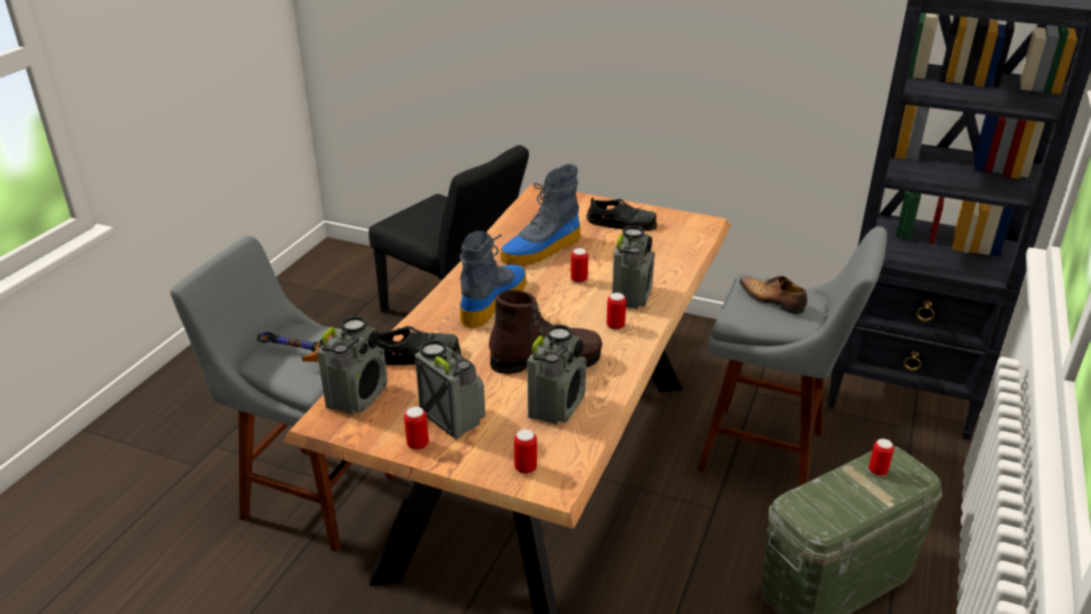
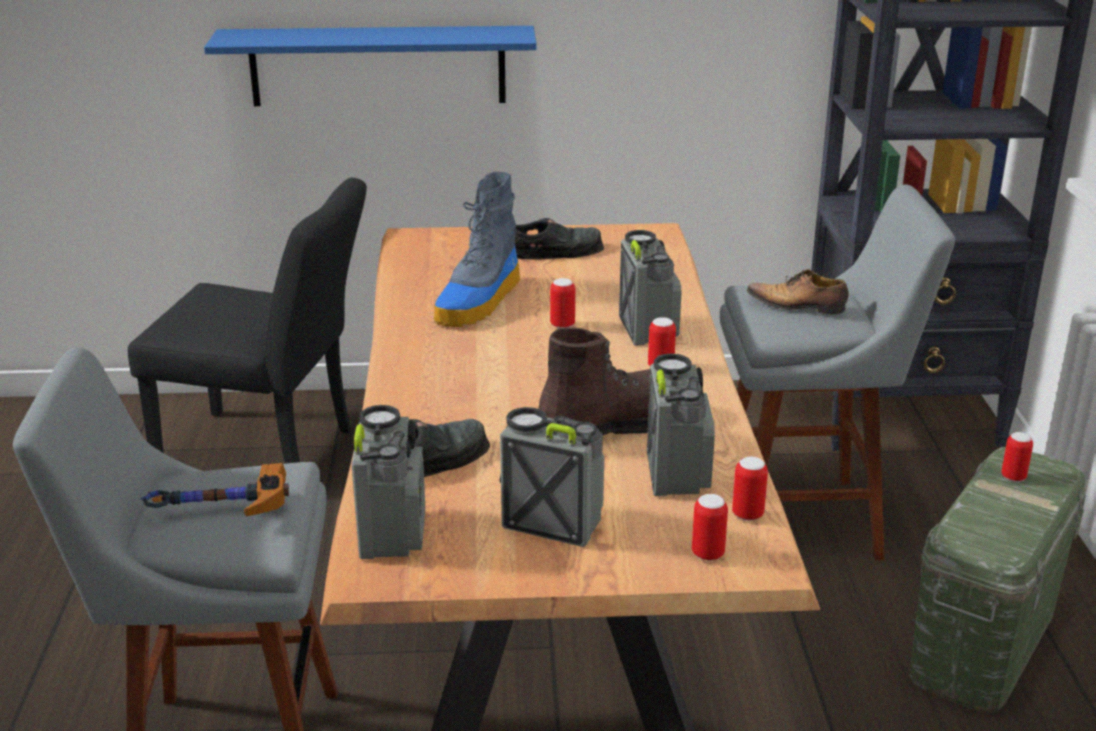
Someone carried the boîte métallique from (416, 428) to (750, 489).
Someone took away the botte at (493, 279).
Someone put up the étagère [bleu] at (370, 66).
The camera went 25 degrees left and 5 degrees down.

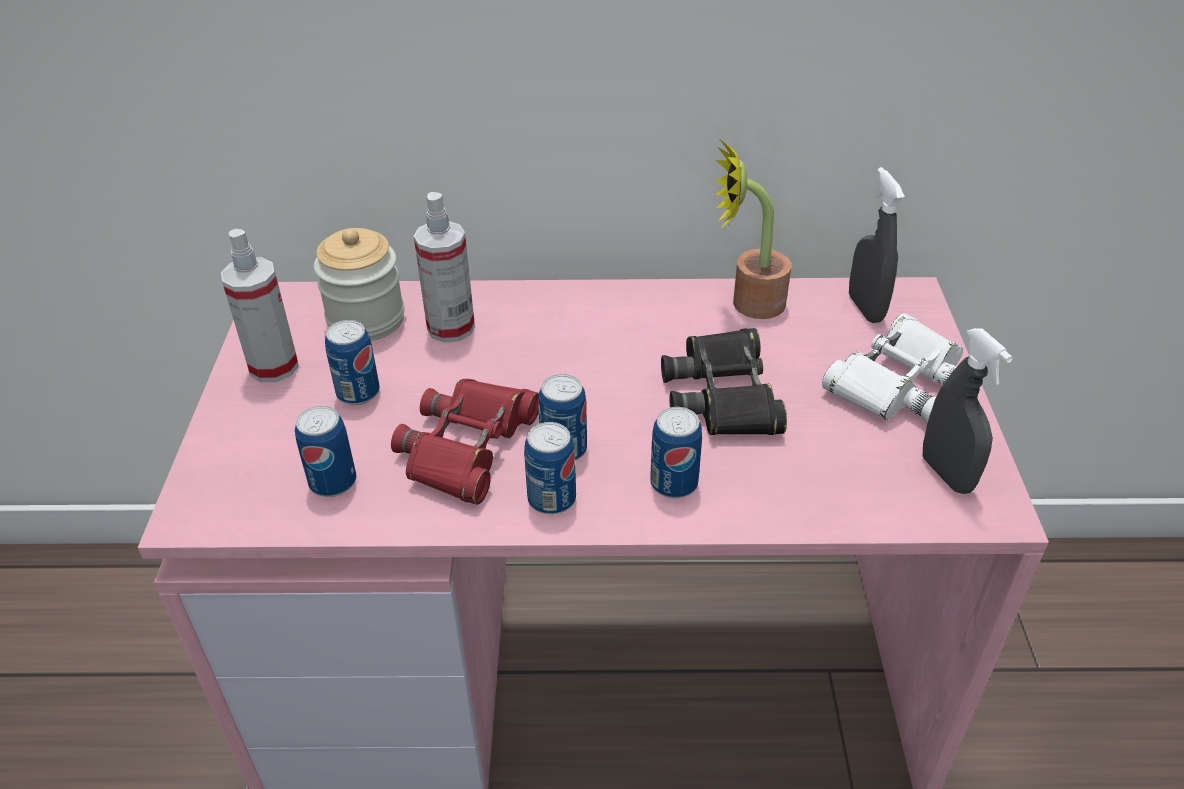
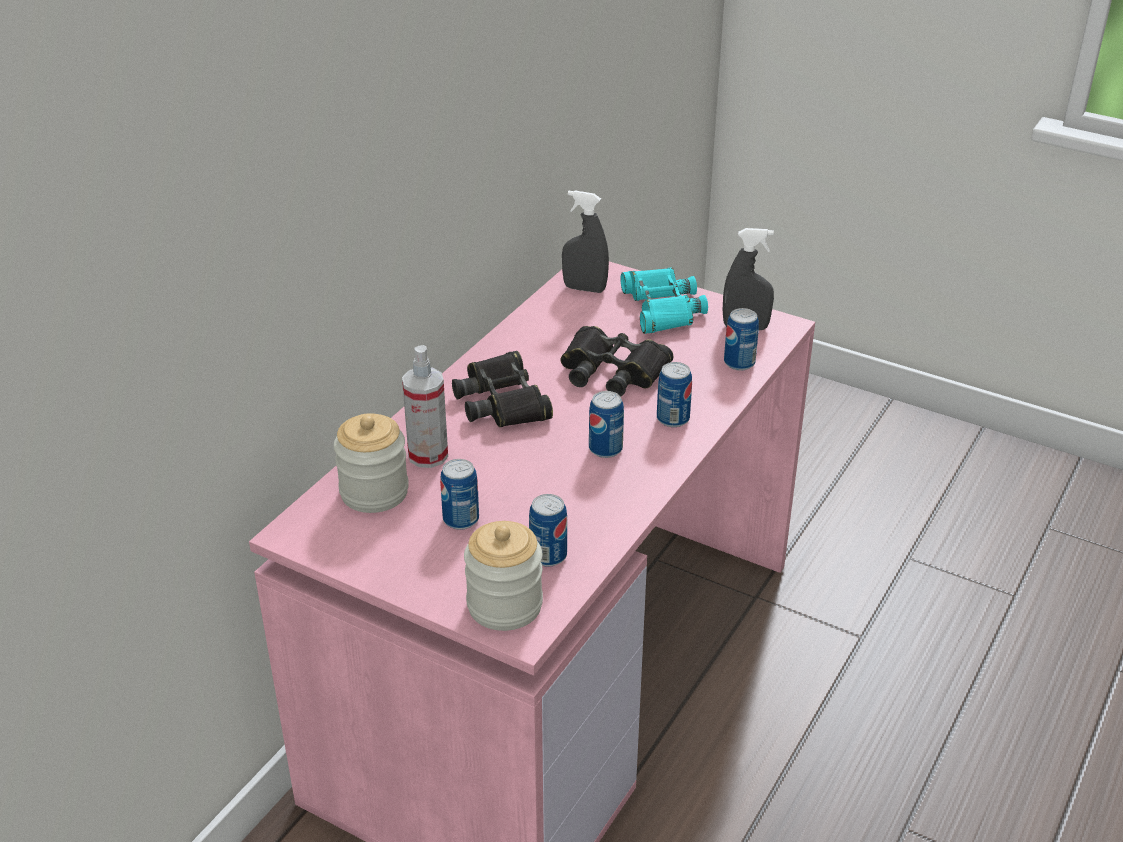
Someone took away the vaporisateur at (260, 305).
Someone took away the jumelles [rouge] at (465, 442).
Someone carried the boîte métallique from (550, 468) to (741, 339).
Someone took away the plante en pot at (753, 229).
Someone repainted the jumelles [blanc] at (892, 368), which became the jumelles [turquoise] at (664, 301).
Someone put down the jumelles [noir] at (502, 389).
Someone put down the bocal at (503, 576).
The camera went 60 degrees left and 5 degrees down.

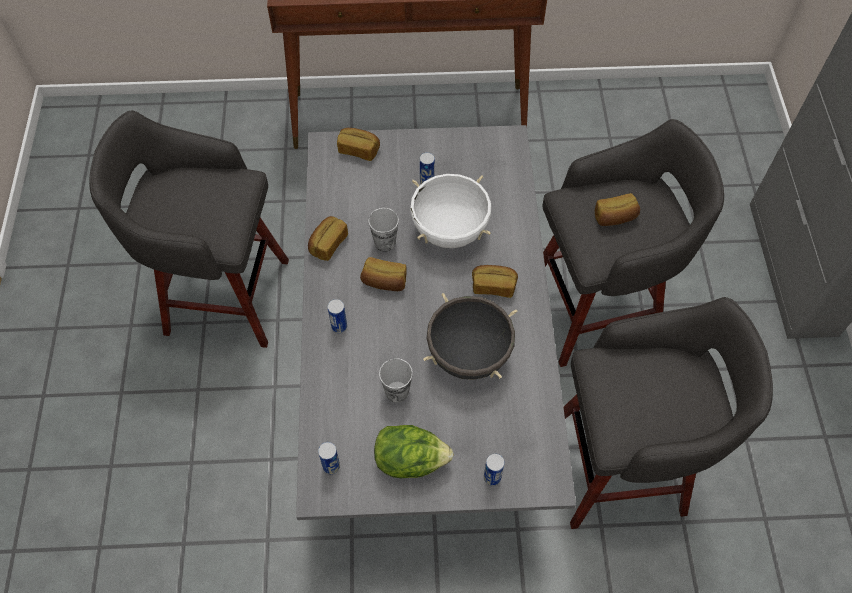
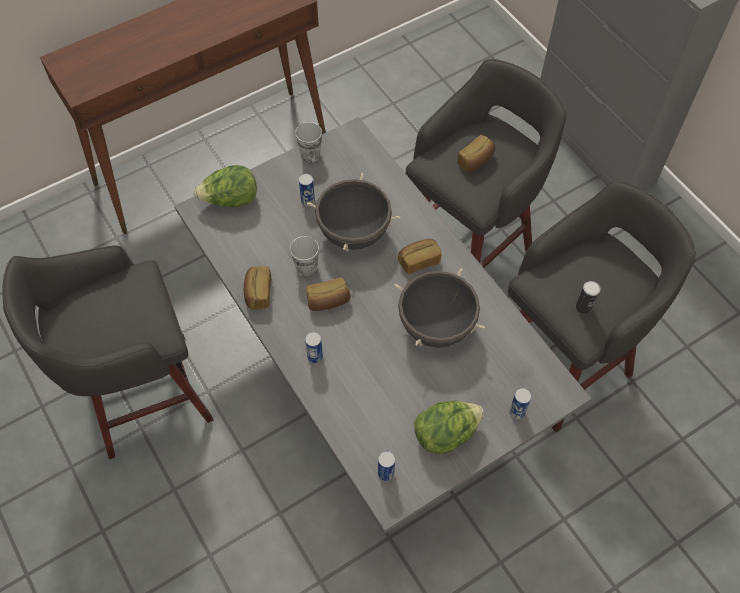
Someone swapped the pain at (358, 144) for the laitue at (225, 186).
Someone carried the tasse from (396, 380) to (308, 142).
Someone repainted the marmite [blanc] at (450, 211), which became the marmite [noir] at (353, 212).
Someone put down the boîte métallique at (588, 297).
The camera went 30 degrees left and 0 degrees up.

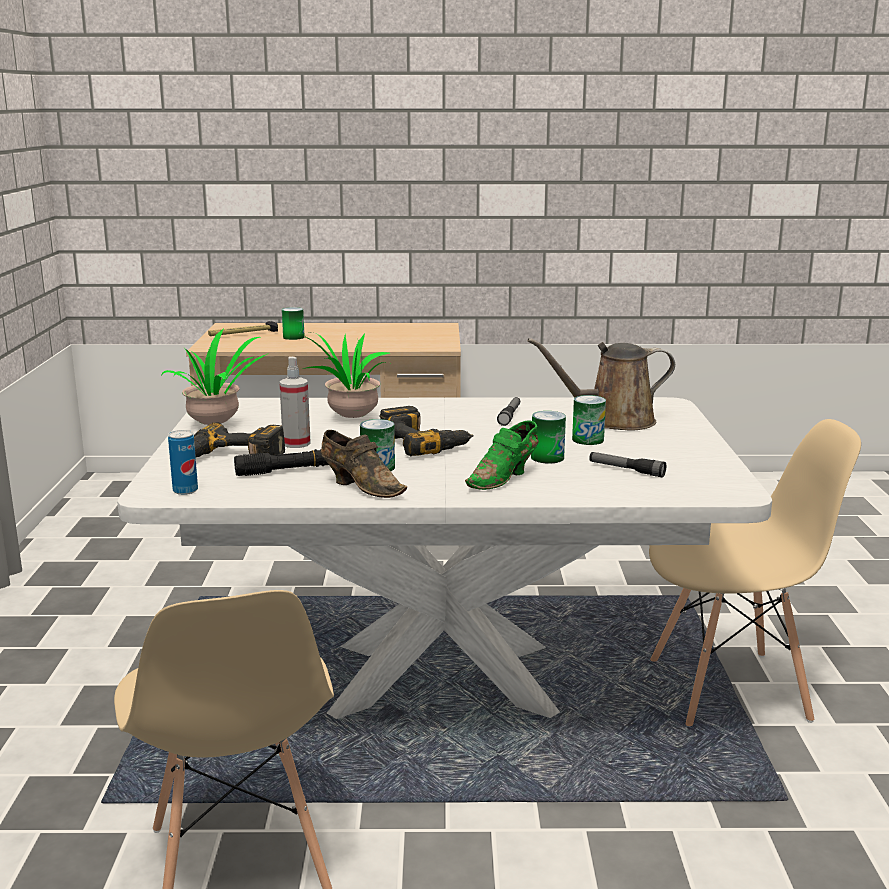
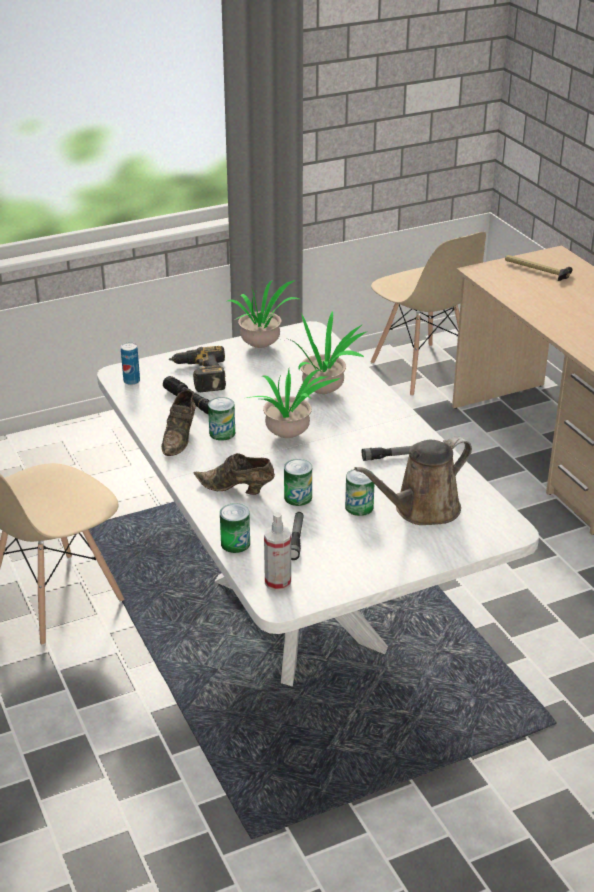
Someone carried the vaporisateur from (295, 402) to (277, 551).
Someone carried the boîte métallique from (293, 323) to (235, 528).
Someone swapped the perceuse at (426, 431) for the plante en pot at (293, 403).
Someone repainted the chaussure [vert] at (502, 455), which became the chaussure [marron] at (234, 474).
Someone rotated the arrosoir [marron] at (601, 384) by 90 degrees counterclockwise.
Someone carried the chaise [beige] from (755, 572) to (428, 314).
The camera went 65 degrees right and 15 degrees up.

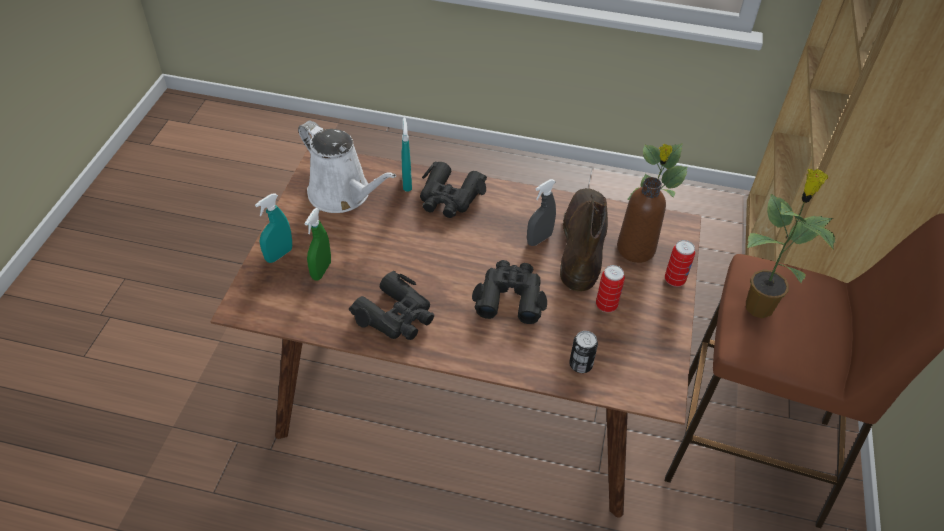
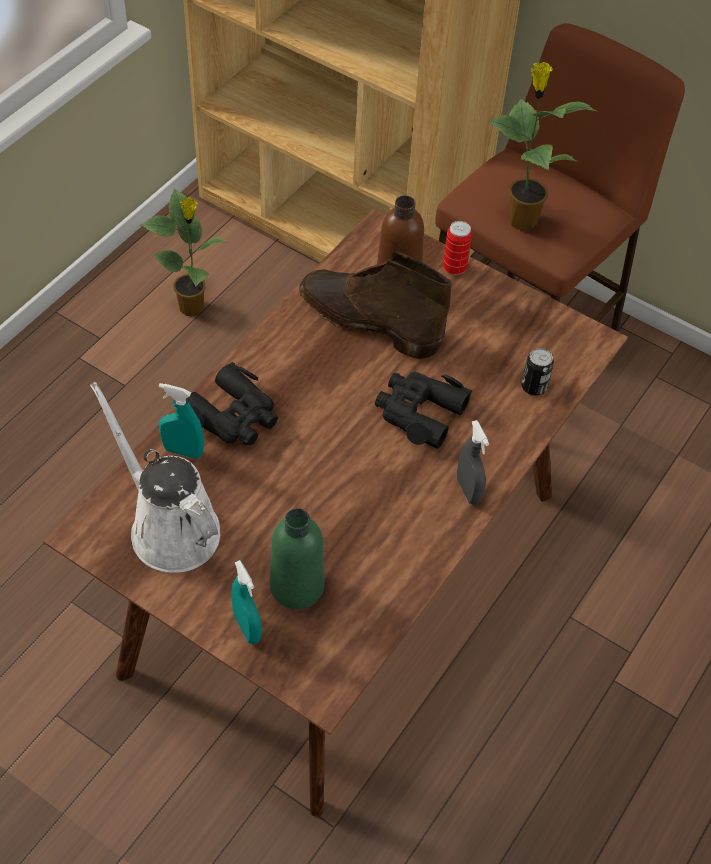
Someone rotated the arrosoir [blanc] at (347, 167) by 105 degrees counterclockwise.
Someone swapped the vaporisateur [vert] at (318, 244) for the bouteille [vert] at (297, 558).
Someone took away the jumelles [noir] at (391, 305).
Someone carried the vaporisateur [gris] from (541, 212) to (473, 462).
Someone took away the boîte métallique at (610, 289).
The camera went 70 degrees left and 5 degrees up.

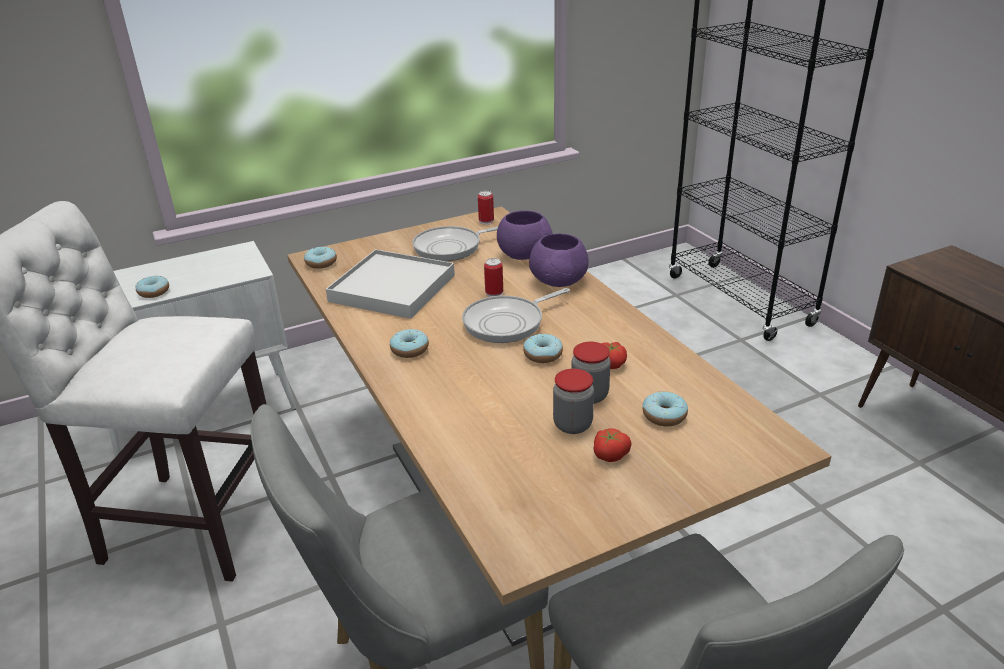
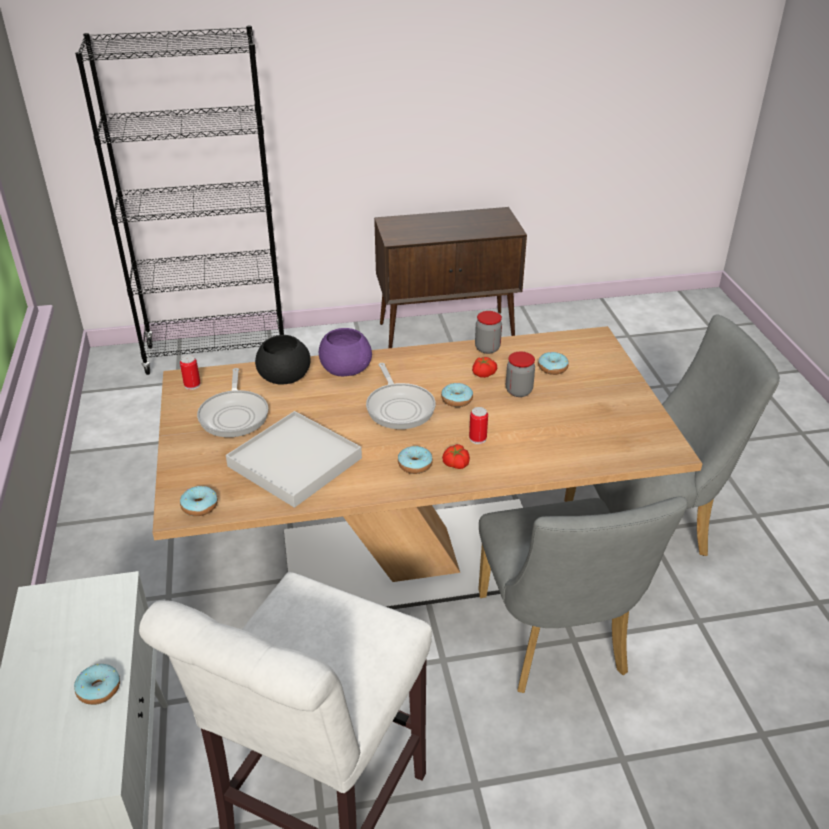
Someone carried the boîte métallique from (493, 277) to (478, 425).
Someone repainted the bol [violet] at (525, 235), which became the bol [noir] at (283, 360).
Someone carried the bocal from (573, 401) to (488, 332).
Someone carried the tomate from (613, 445) to (456, 456).
The camera went 75 degrees left and 5 degrees up.

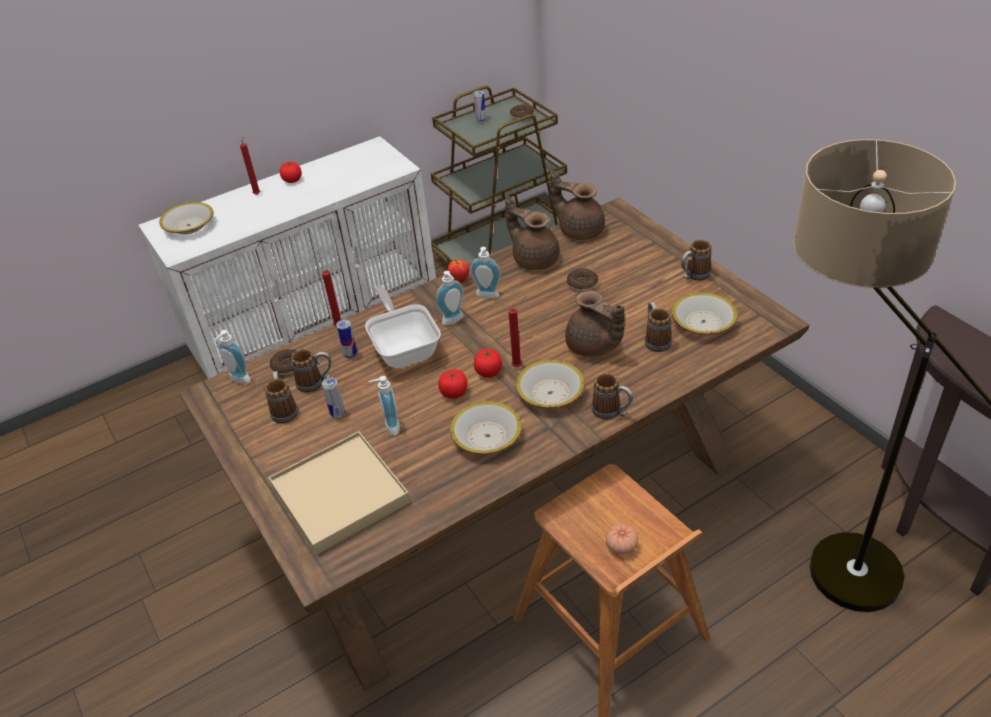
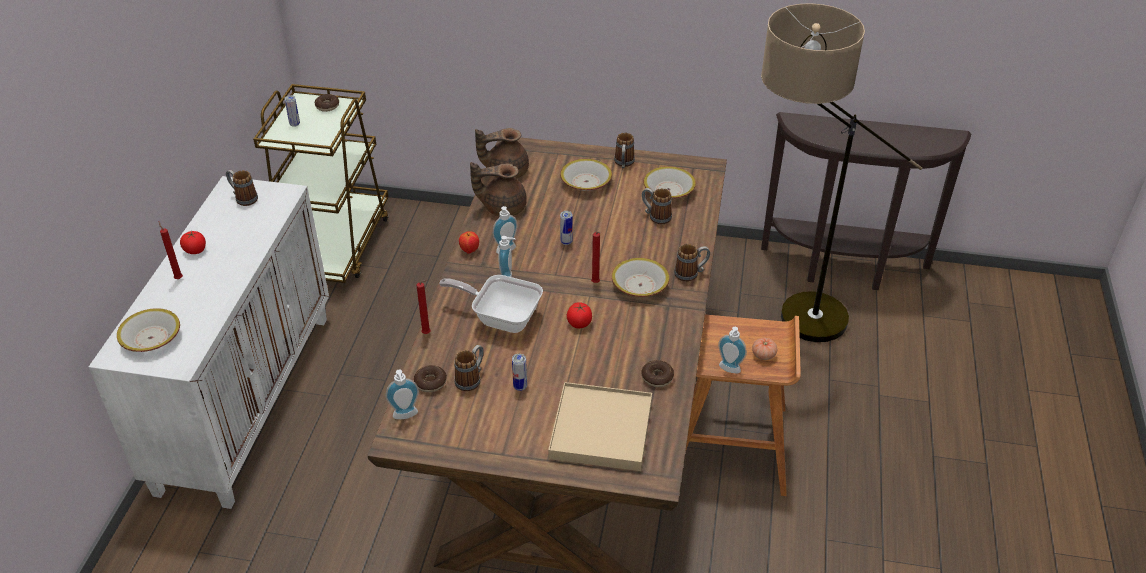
Someone carried the mug from (281, 397) to (242, 188).
Someone carried the boîte métallique from (347, 339) to (566, 228).
Someone carried the distributeur de savon from (384, 406) to (732, 350).
Someone carried the bol from (486, 428) to (586, 175).
Someone took away the tomate at (488, 363).
Someone took away the théière [marron] at (595, 324).
Someone carried the beignet from (582, 280) to (657, 373).
The camera went 50 degrees left and 0 degrees up.

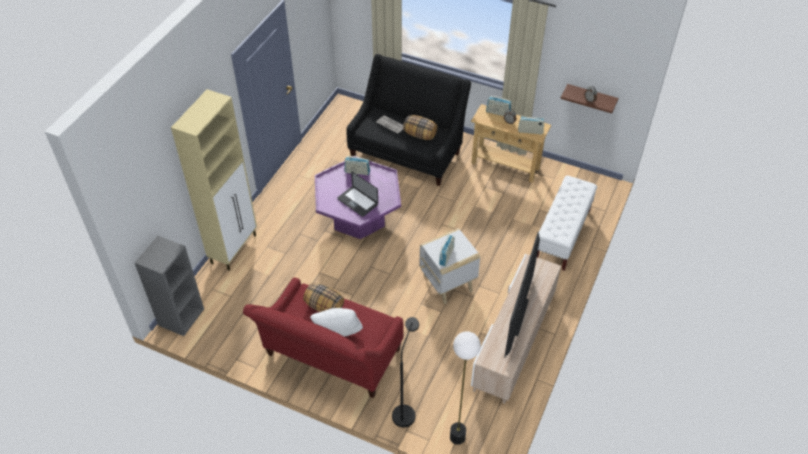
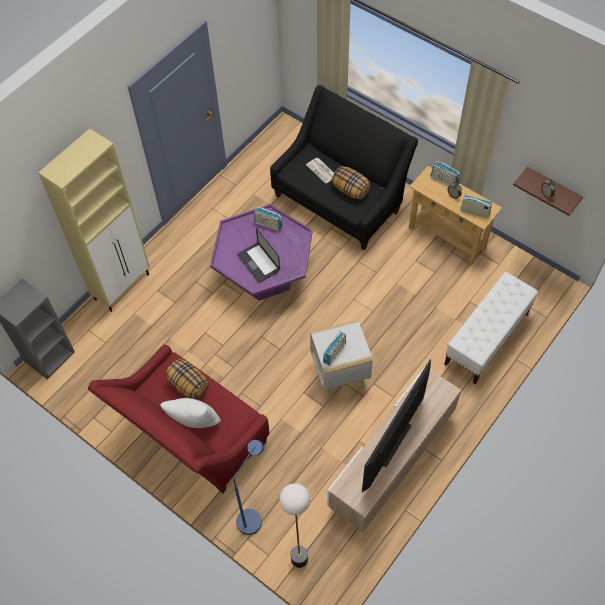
Someone repainted the lampadaire [noir] at (405, 372), which became the lampadaire [bleu] at (249, 487).
The camera went 15 degrees right and 10 degrees up.

